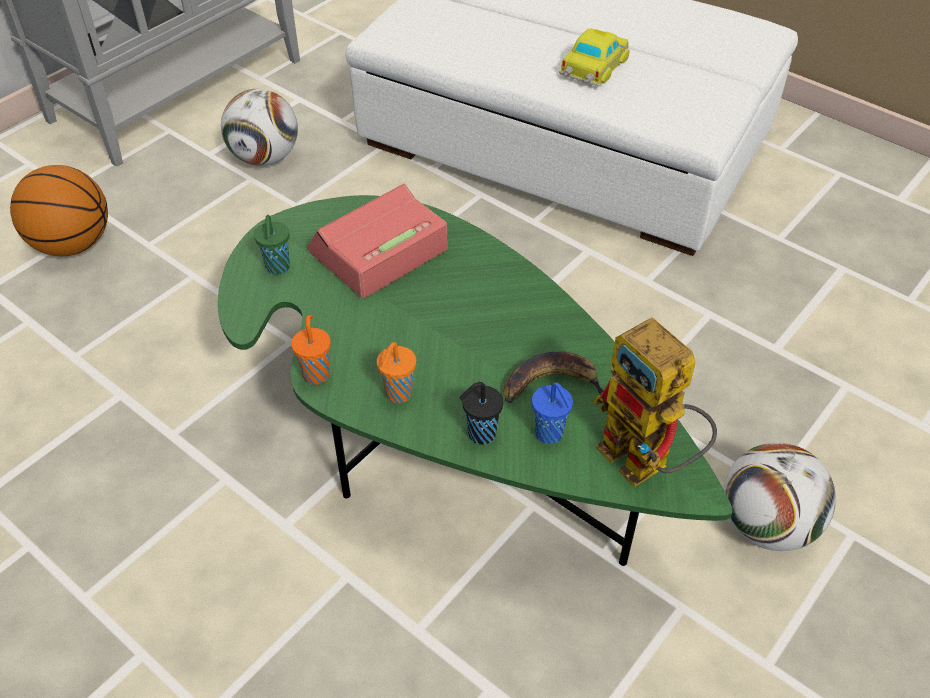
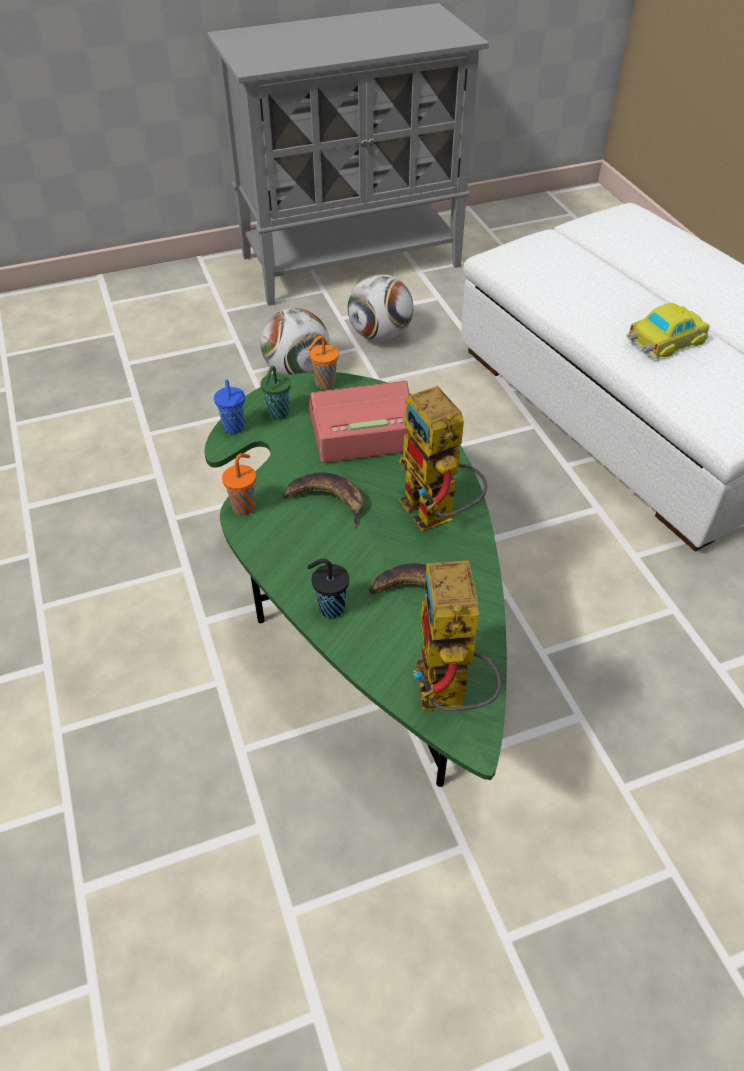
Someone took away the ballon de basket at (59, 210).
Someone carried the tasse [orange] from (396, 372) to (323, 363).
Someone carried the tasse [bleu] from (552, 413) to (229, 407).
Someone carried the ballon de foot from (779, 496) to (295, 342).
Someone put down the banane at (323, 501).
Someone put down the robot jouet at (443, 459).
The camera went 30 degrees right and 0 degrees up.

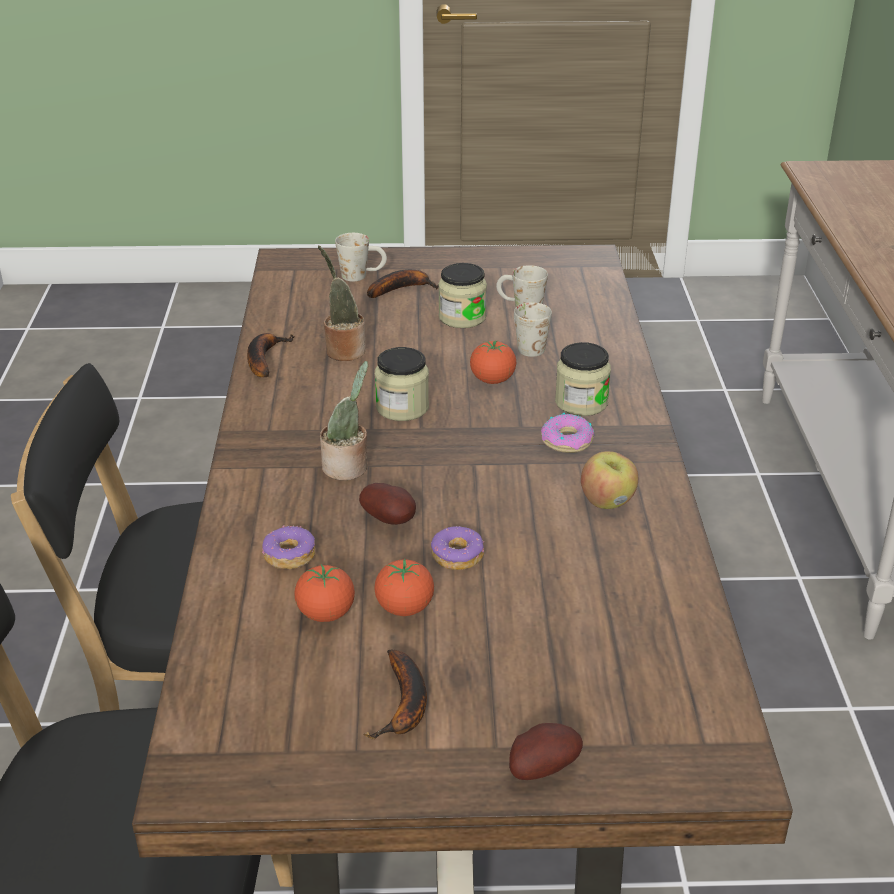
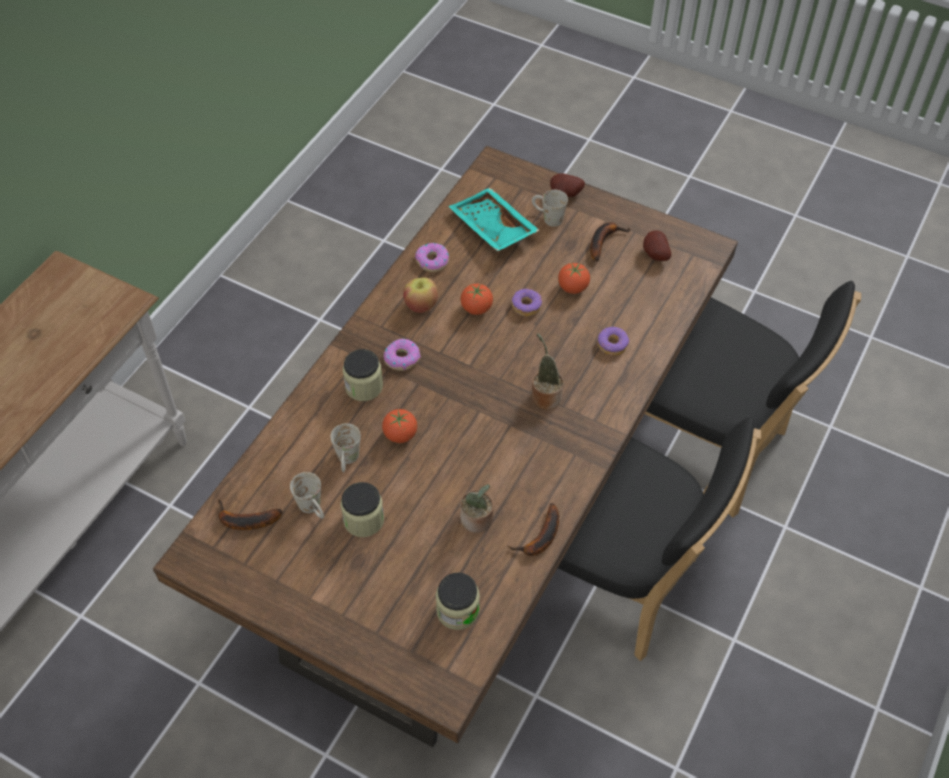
Someone carried the tomate from (324, 593) to (477, 299).
Someone carried the mug [blanc] from (361, 257) to (550, 208).
Someone carried the pomme de terre from (387, 504) to (657, 245).
Someone carried the banane from (403, 283) to (250, 514).
Someone carried the bocal from (402, 384) to (458, 601).
Someone put down the beignet at (432, 257).
Someone put down the plateau [turquoise] at (494, 219).
The camera went 150 degrees left and 20 degrees up.

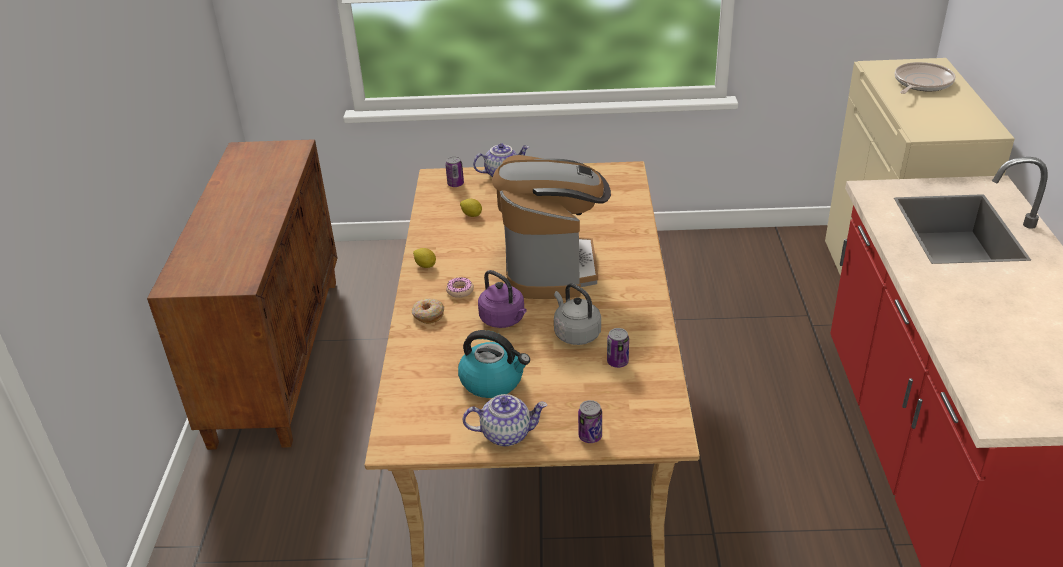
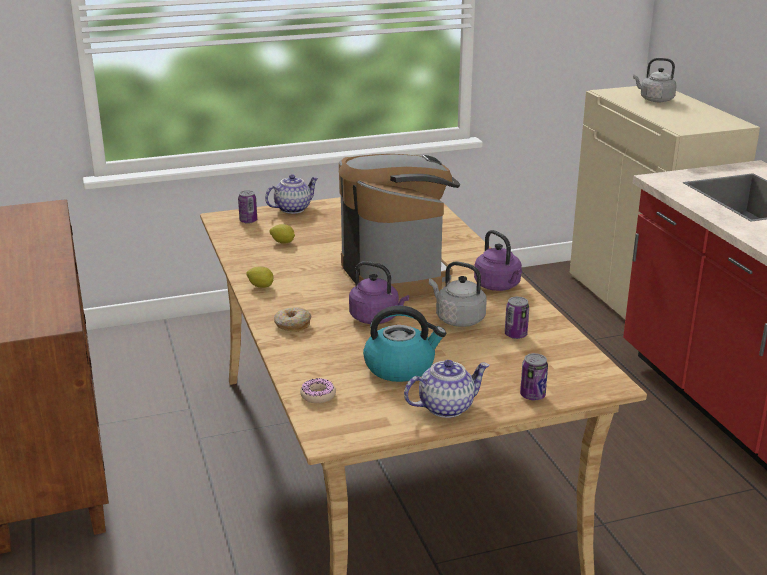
Someone carried the beignet from (460, 287) to (318, 390).
Someone swapped the poêle at (925, 78) for the bouilloire [gris] at (655, 80).
Someone put down the bouilloire [violet] at (498, 260).
The camera went 20 degrees left and 10 degrees down.

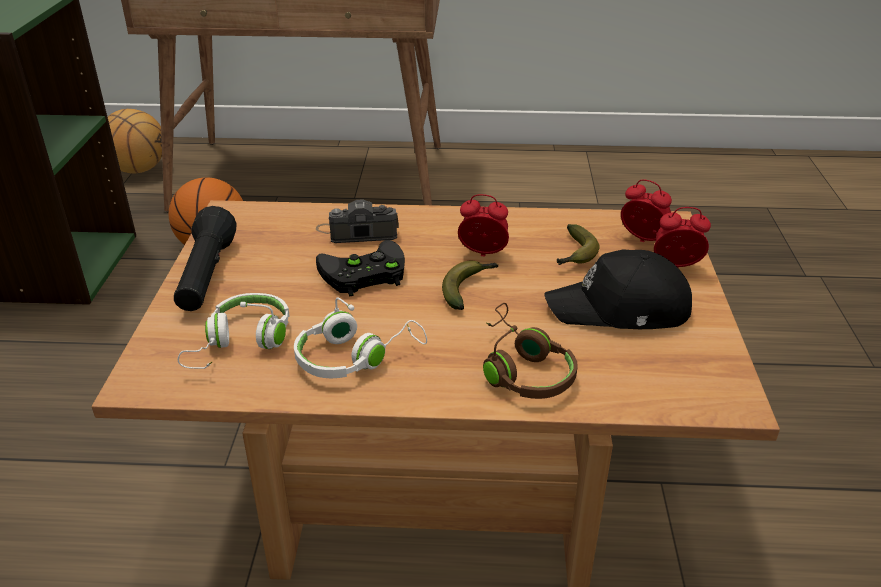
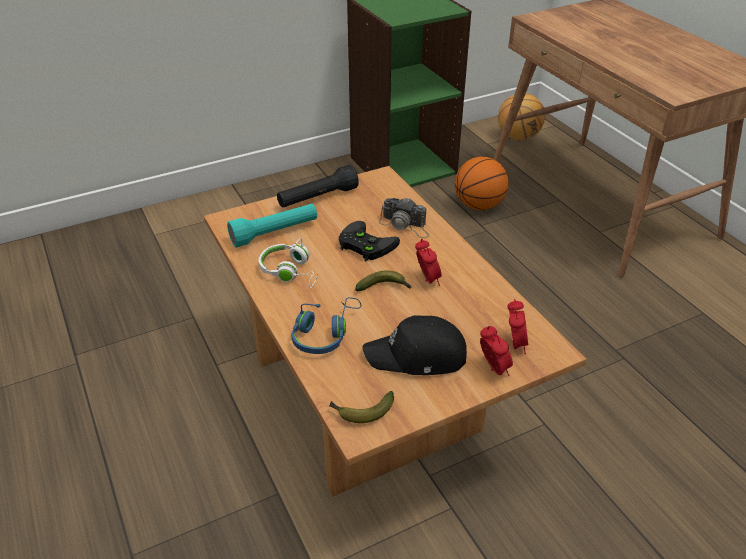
Someone swapped the casque audio [blanc] at (234, 331) for the lampe de poche [turquoise] at (272, 225).
Someone rotated the appareil photo at (357, 221) by 150 degrees clockwise.
Someone repainted the casque audio [marron] at (530, 351), which became the casque audio [bleu] at (326, 325).
Someone rotated the casquette [noir] at (618, 289) by 60 degrees counterclockwise.
Someone carried the banane from (578, 244) to (361, 407).
The camera went 60 degrees right and 5 degrees up.

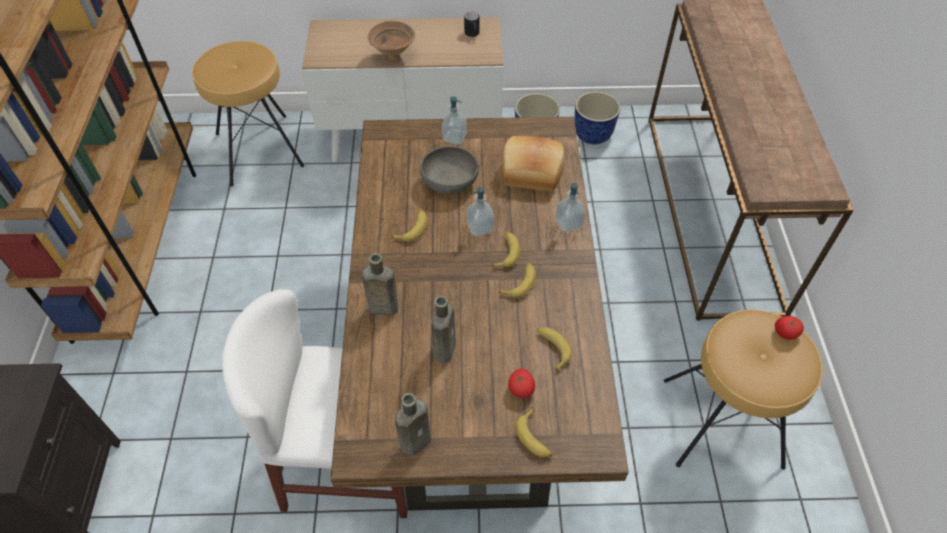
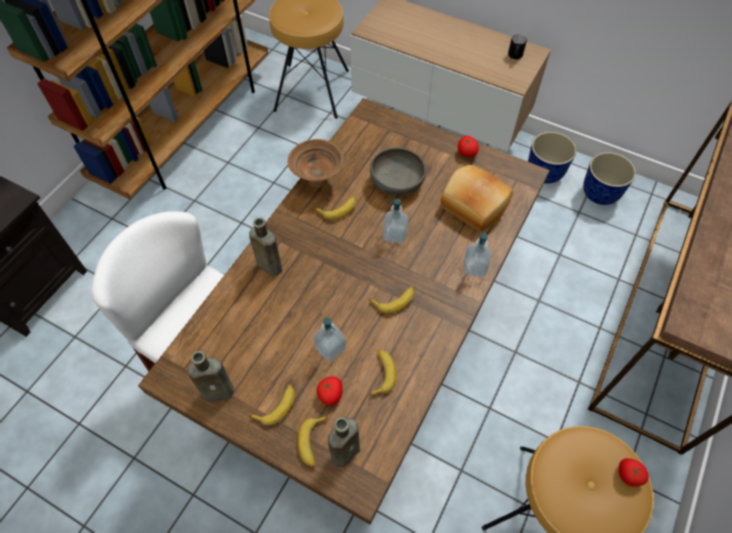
Someone carried the bol [marron] from (392, 42) to (316, 163).
Someone carried the bouteille [marron] from (443, 329) to (344, 442).
Someone carried the distributeur de savon from (454, 120) to (329, 339).
Someone carried the banane from (506, 249) to (272, 405).
Someone put down the tomate at (468, 146).
The camera went 30 degrees right and 5 degrees up.

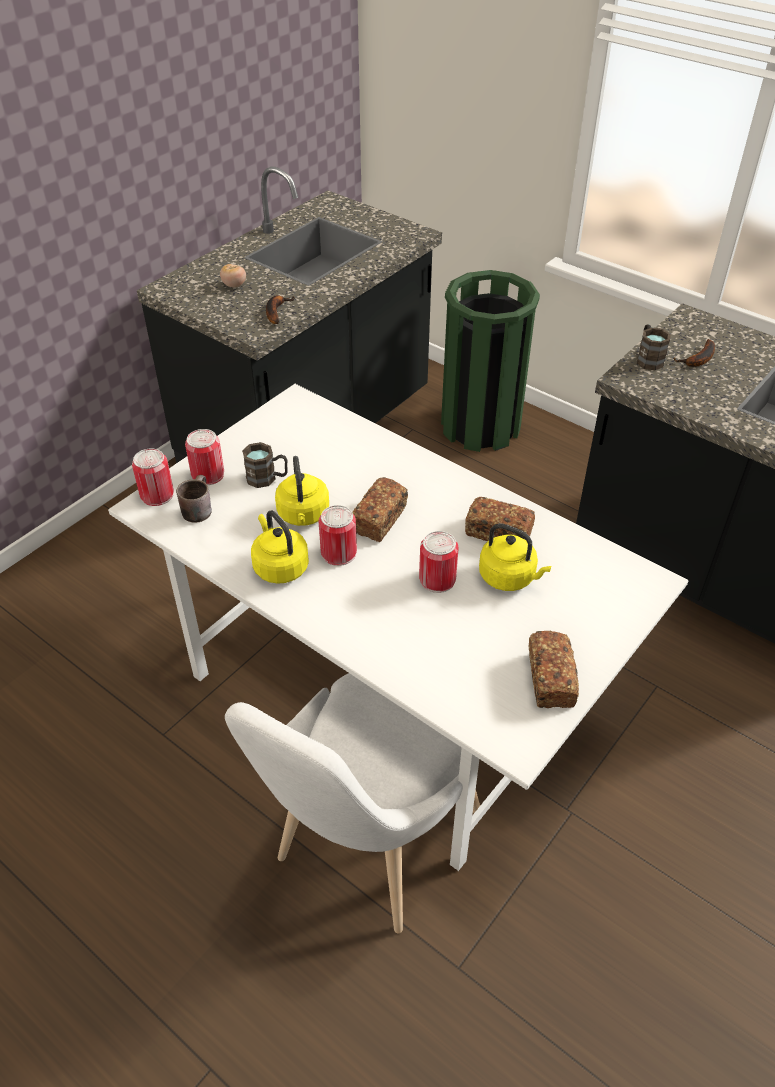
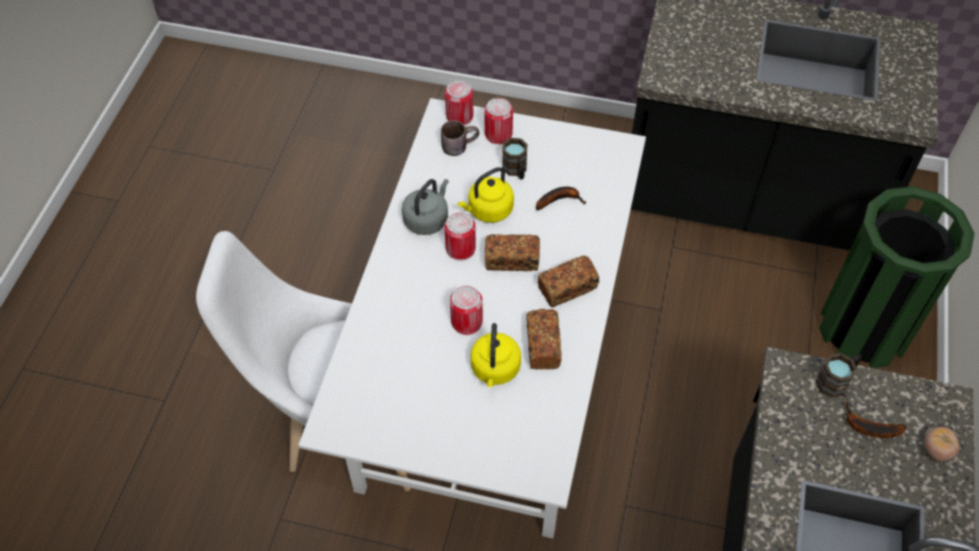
Someone carried the tomate from (233, 275) to (942, 444).
Someone repainted the bouilloire [jaune] at (280, 547), which became the bouilloire [gris] at (425, 207).
Someone carried the banane from (280, 309) to (561, 199).
Someone carried the pain from (553, 669) to (568, 281).
The camera went 65 degrees right and 10 degrees up.

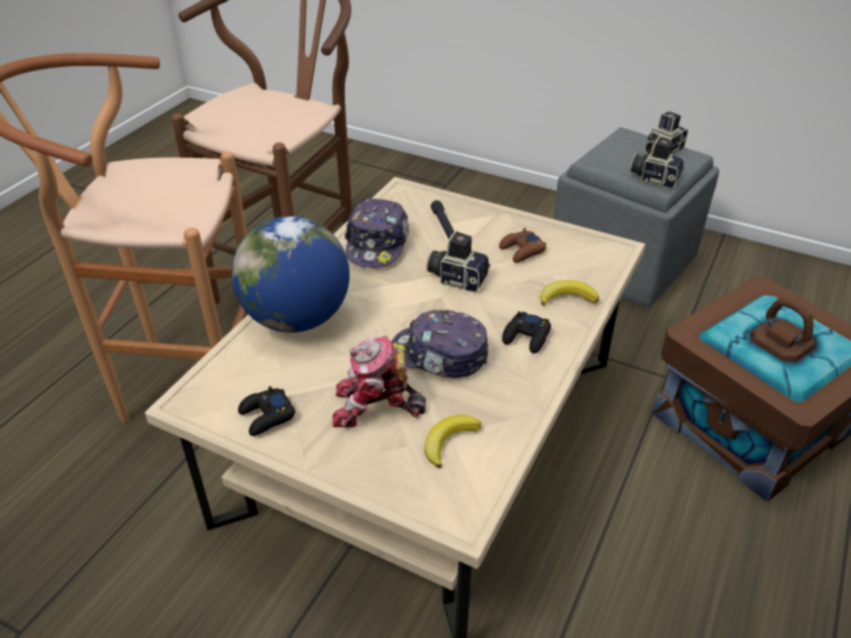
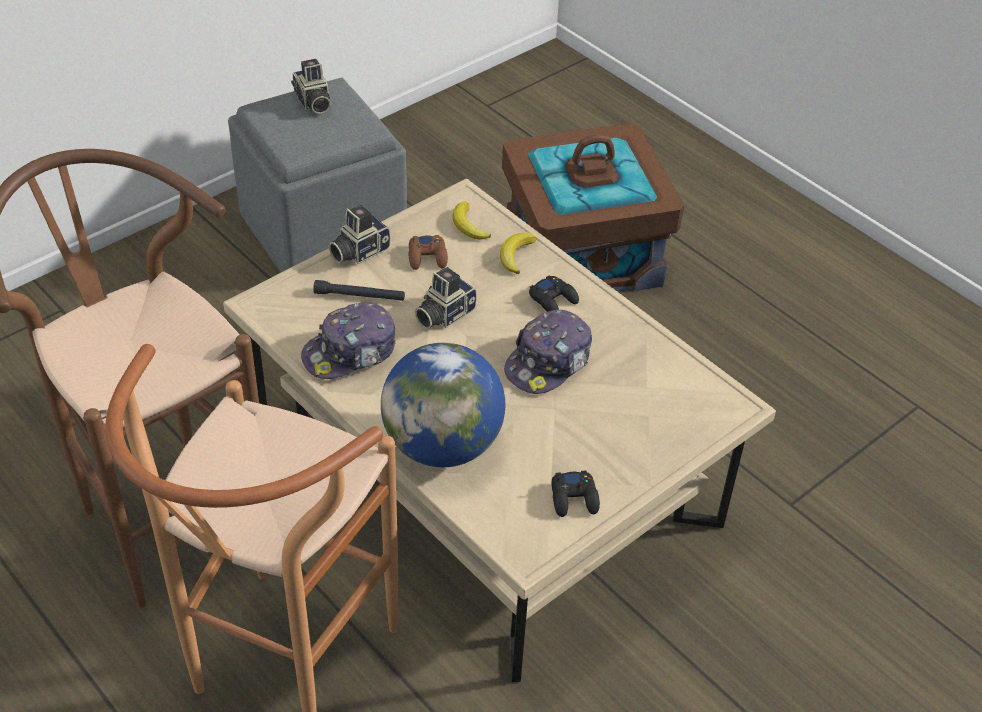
Someone took away the robot jouet at (379, 381).
Someone rotated the casquette at (377, 233) by 120 degrees clockwise.
Someone carried the banane from (452, 441) to (472, 220).
Someone carried the appareil photo from (657, 161) to (359, 234).
The camera went 70 degrees left and 5 degrees up.

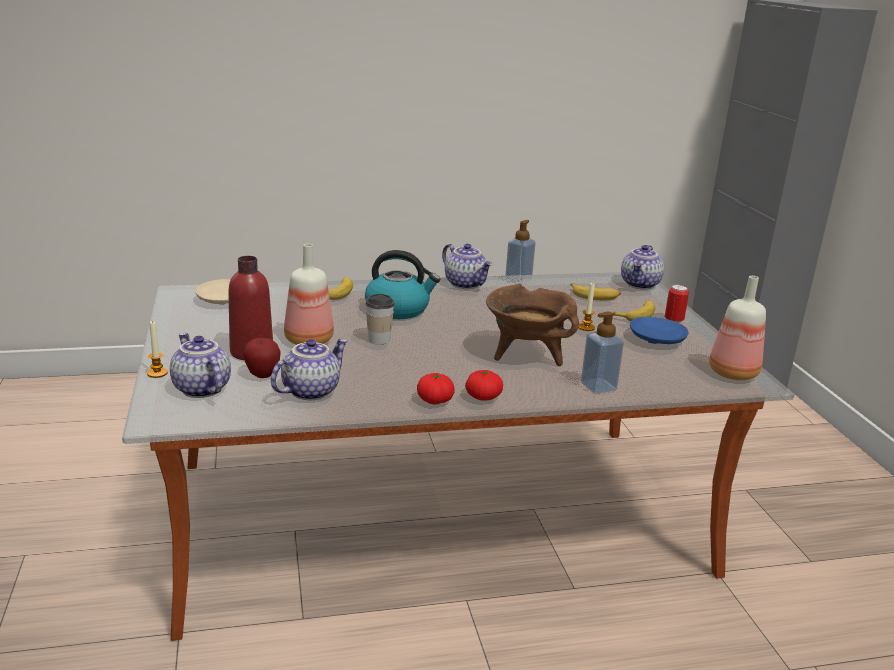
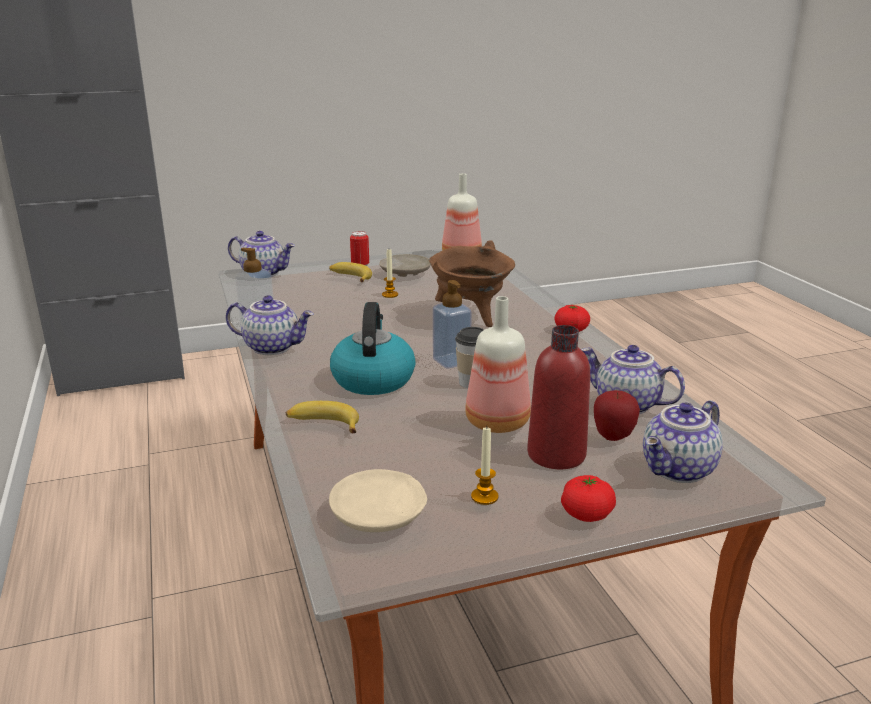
Someone carried the bougie from (157, 349) to (485, 466).
Someone carried the tomate from (436, 388) to (588, 498).
Someone rotated the théière at (467, 266) by 60 degrees clockwise.
Someone took away the banane at (595, 291).
Someone carried the distributeur de savon from (602, 352) to (452, 324).
Someone repainted the assiette [bleu] at (659, 330), which became the assiette [beige] at (405, 265).
The camera went 95 degrees left and 0 degrees up.

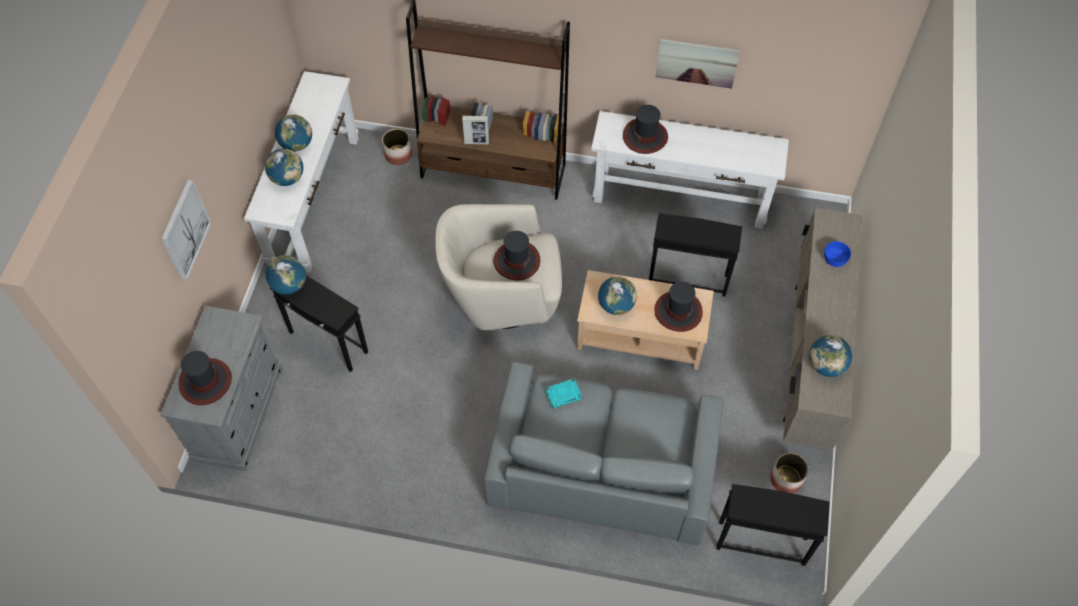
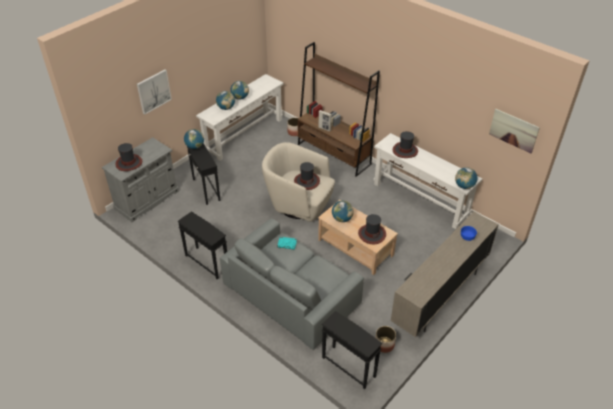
Someone carried the table d'appoint [noir] from (695, 255) to (202, 245).
Someone carried the tableau from (698, 64) to (514, 131).
Someone carried the globe from (830, 356) to (466, 178).
The camera went 30 degrees right and 15 degrees down.

